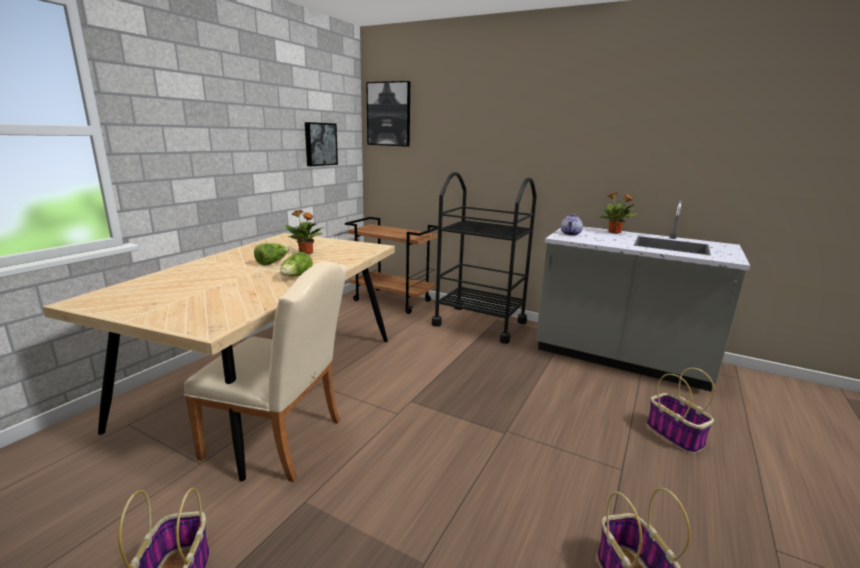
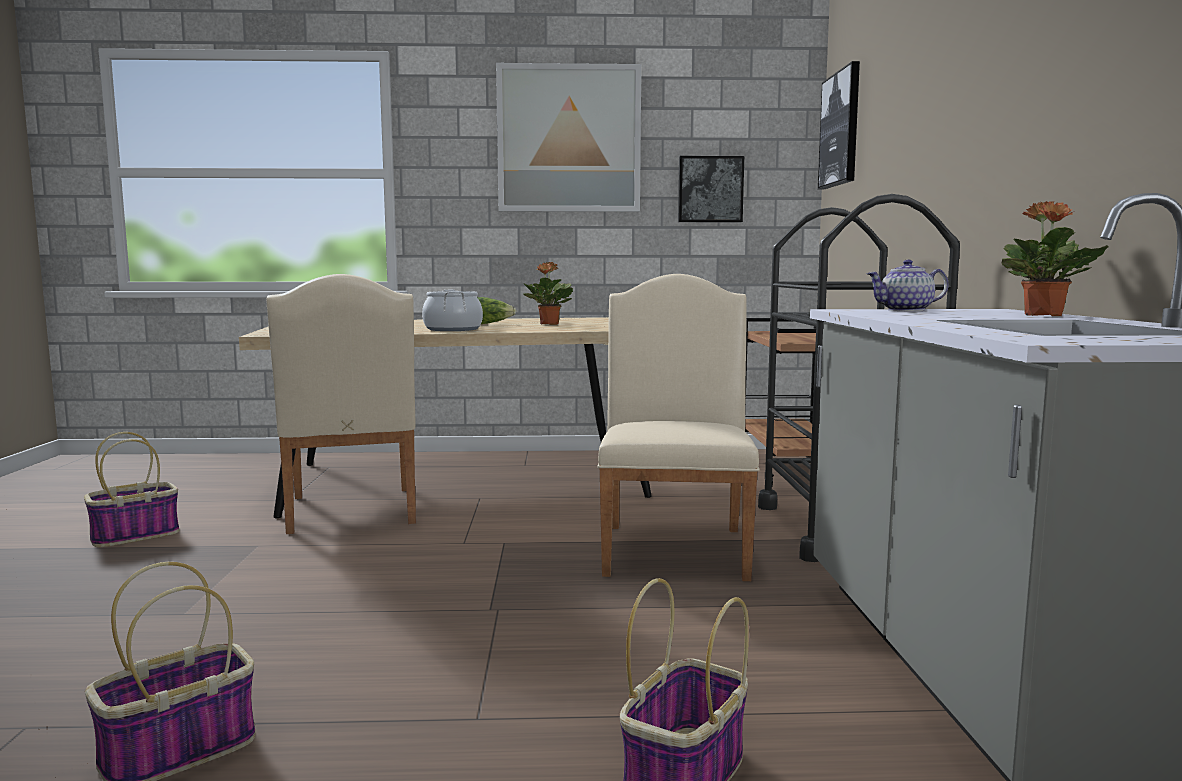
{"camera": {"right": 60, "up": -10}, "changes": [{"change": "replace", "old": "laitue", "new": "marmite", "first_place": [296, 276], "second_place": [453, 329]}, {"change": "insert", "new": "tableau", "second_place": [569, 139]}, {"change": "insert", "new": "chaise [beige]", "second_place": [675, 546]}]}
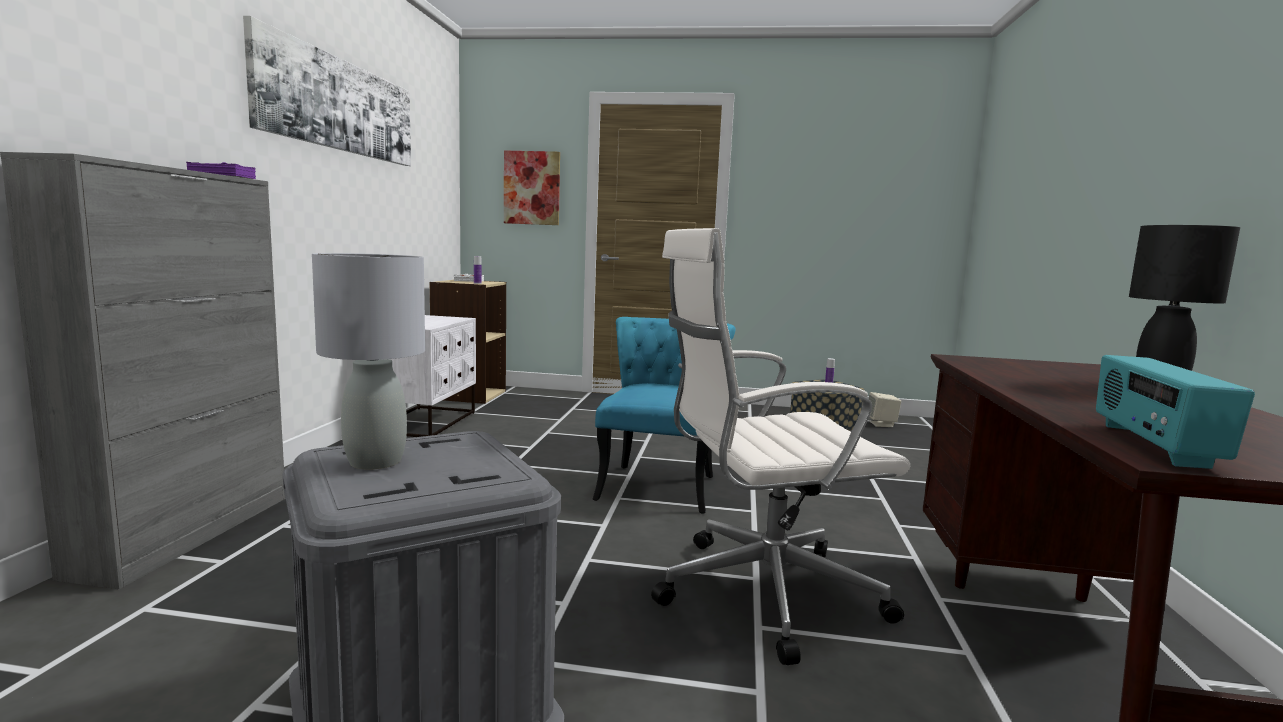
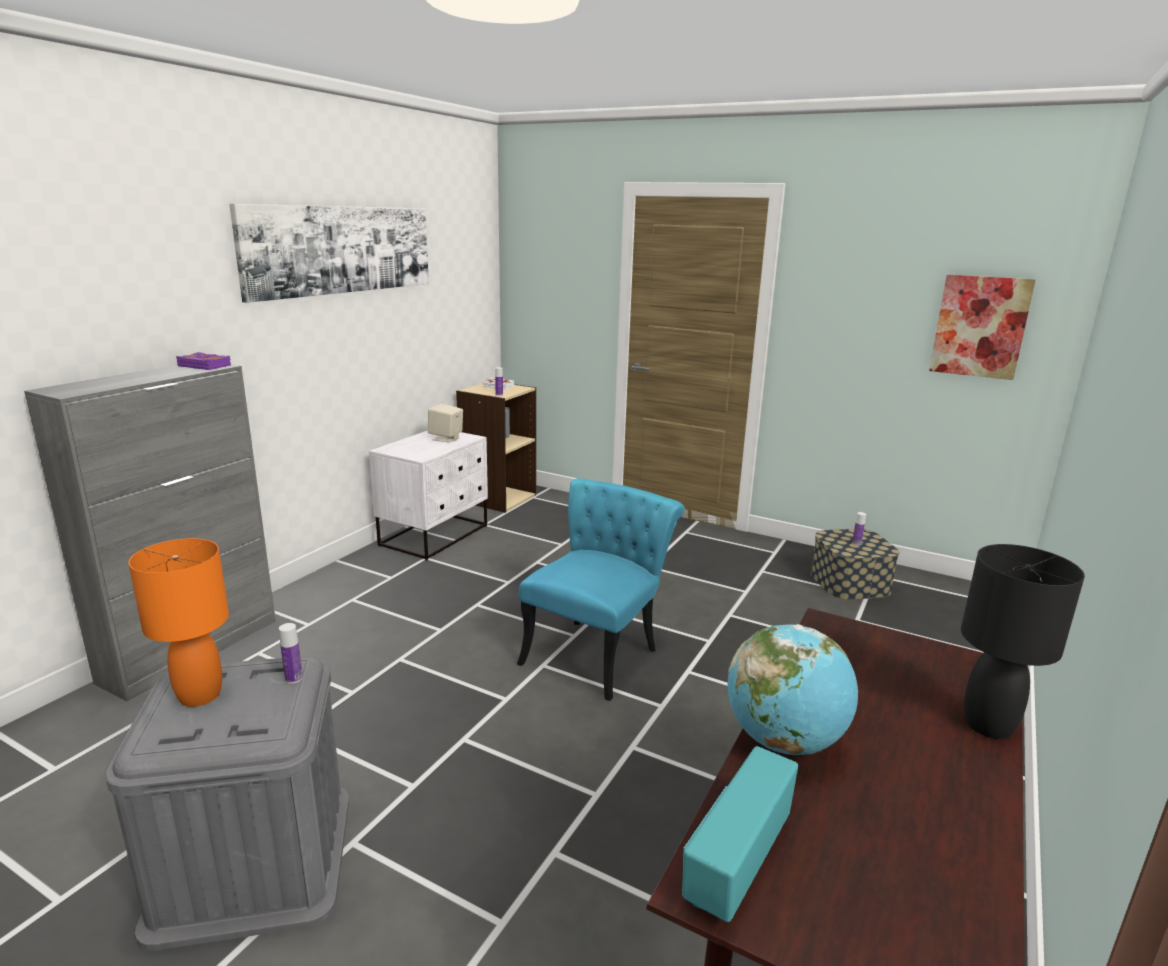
{"camera": {"right": 20, "up": 10}, "changes": [{"change": "move", "old": "tableau", "first_place": [532, 188], "second_place": [980, 326]}, {"change": "delete", "old": "chaise de bureau [blanc]", "first_place": [760, 592]}, {"change": "recolor", "old": "lampe de table [gris]", "new": "lampe de table [orange]", "first_place": [374, 462], "second_place": [199, 696]}, {"change": "move", "old": "enceinte [beige]", "first_place": [881, 424], "second_place": [446, 438]}, {"change": "insert", "new": "bouteille", "second_place": [293, 678]}, {"change": "insert", "new": "globe", "second_place": [784, 741]}]}
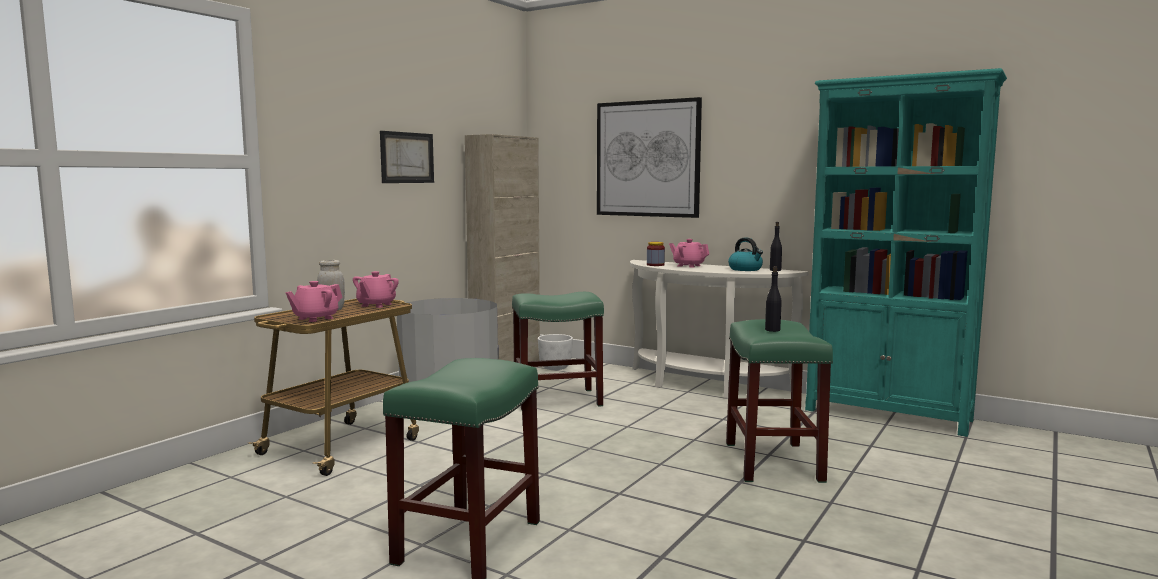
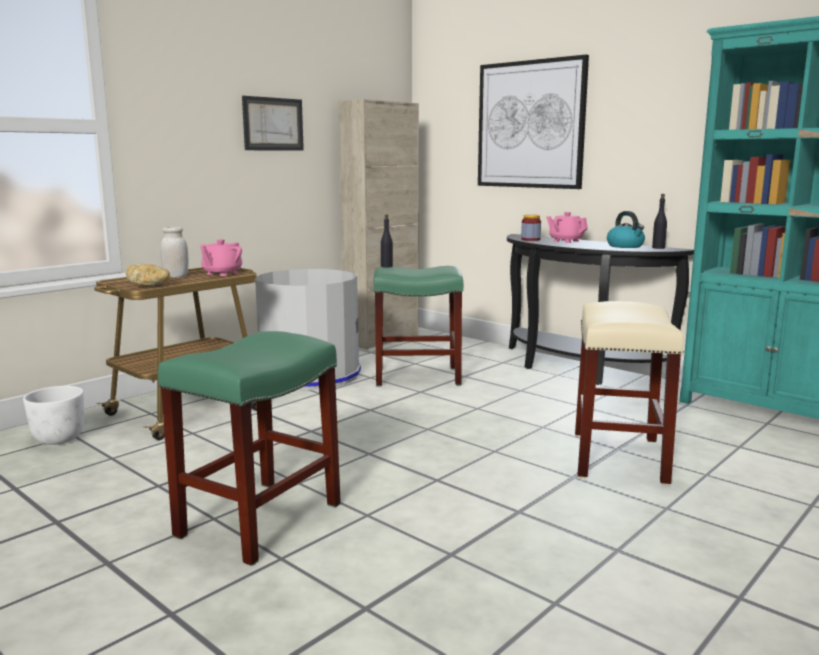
{"camera": {"right": 10, "up": 5}, "changes": [{"change": "recolor", "old": "table console [blanc]", "new": "table console [noir]", "first_place": [702, 386], "second_place": [575, 369]}, {"change": "move", "old": "bouteille [noir]", "first_place": [772, 330], "second_place": [386, 266]}, {"change": "replace", "old": "théière [rose]", "new": "pain", "first_place": [315, 318], "second_place": [149, 285]}, {"change": "recolor", "old": "tabouret [vert]", "new": "tabouret [beige]", "first_place": [774, 462], "second_place": [620, 458]}, {"change": "move", "old": "cache-pot [blanc]", "first_place": [555, 368], "second_place": [59, 439]}]}
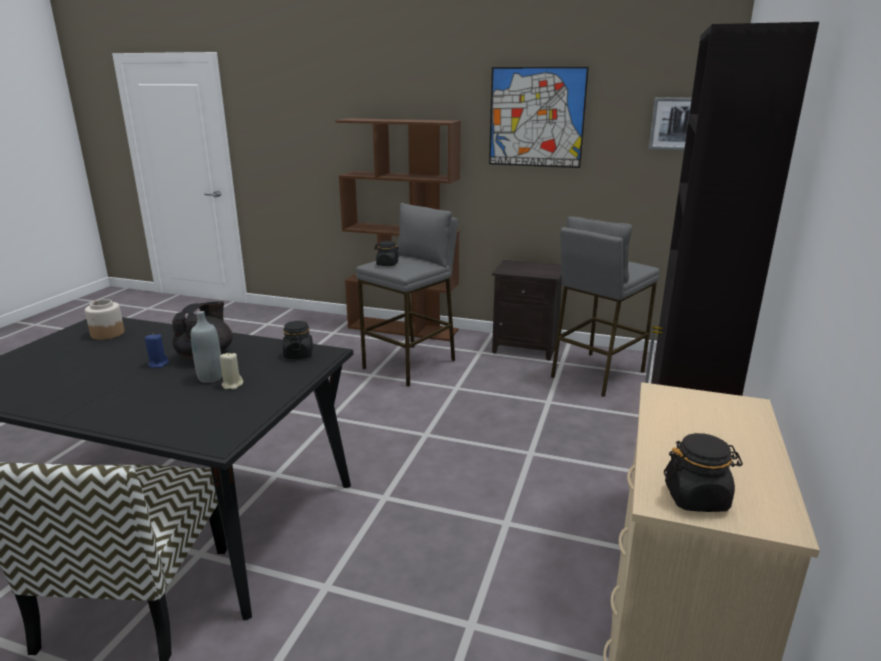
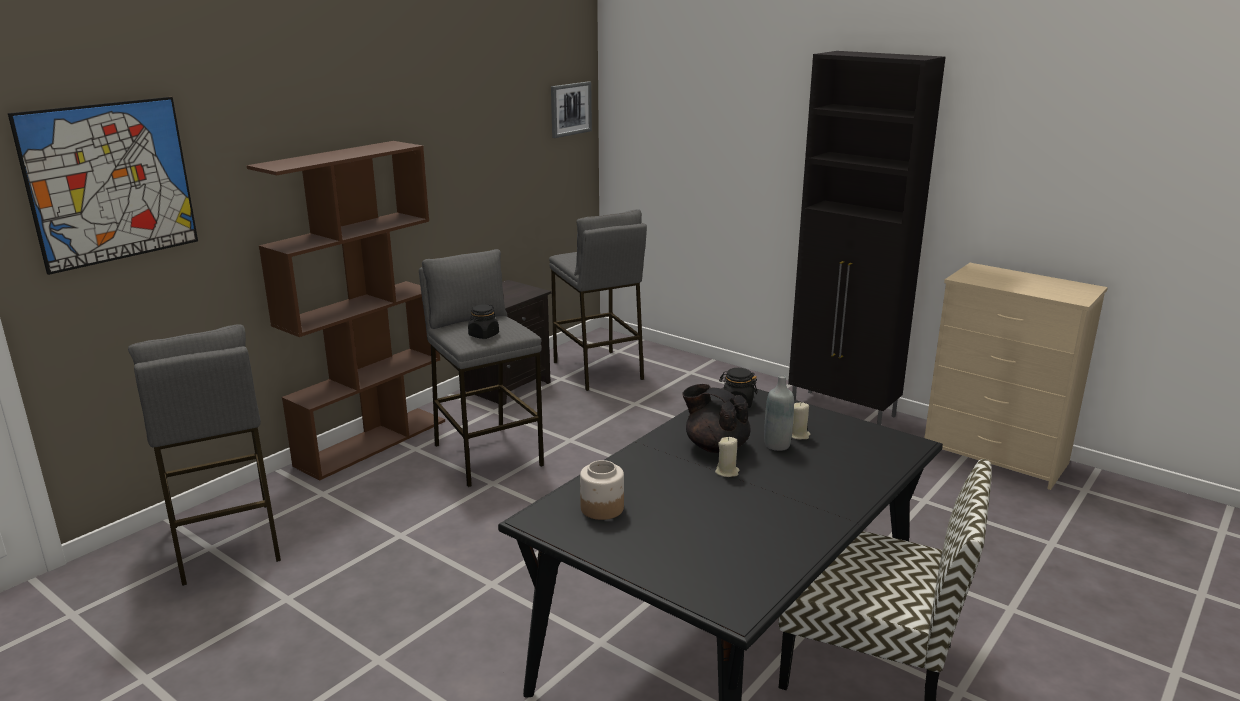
{"camera": {"right": -70, "up": 0}, "changes": [{"change": "move", "old": "tableau", "first_place": [536, 117], "second_place": [110, 182]}, {"change": "recolor", "old": "bougie [bleu]", "new": "bougie [beige]", "first_place": [158, 364], "second_place": [727, 472]}, {"change": "delete", "old": "bocal [noir]", "first_place": [696, 498]}, {"change": "insert", "new": "tabouret [gris]", "second_place": [225, 543]}]}
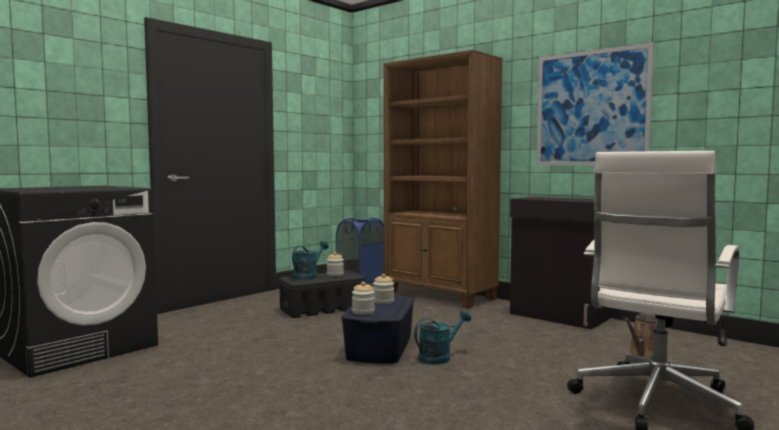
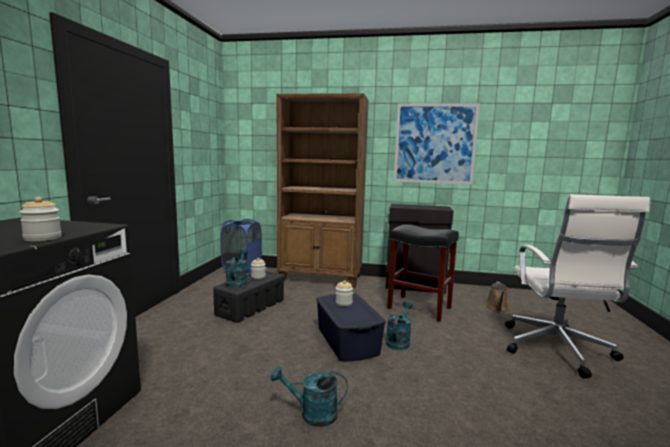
{"camera": {"right": -30, "up": 5}, "changes": [{"change": "move", "old": "bocal", "first_place": [363, 312], "second_place": [42, 238]}, {"change": "insert", "new": "tabouret [noir]", "second_place": [420, 308]}, {"change": "insert", "new": "arrosoir [turquoise]", "second_place": [312, 414]}]}
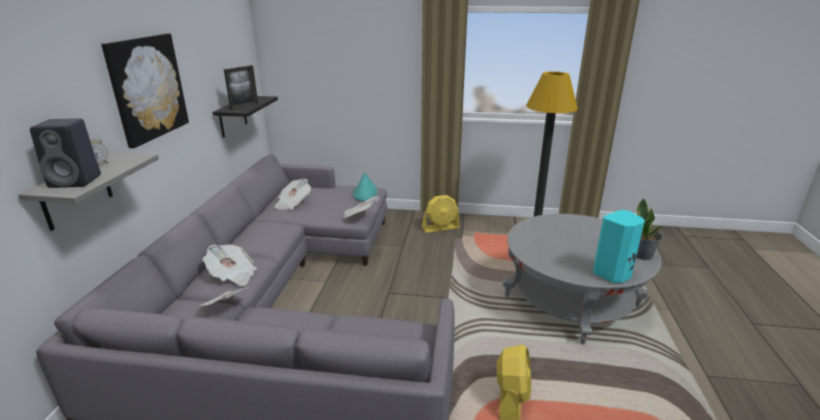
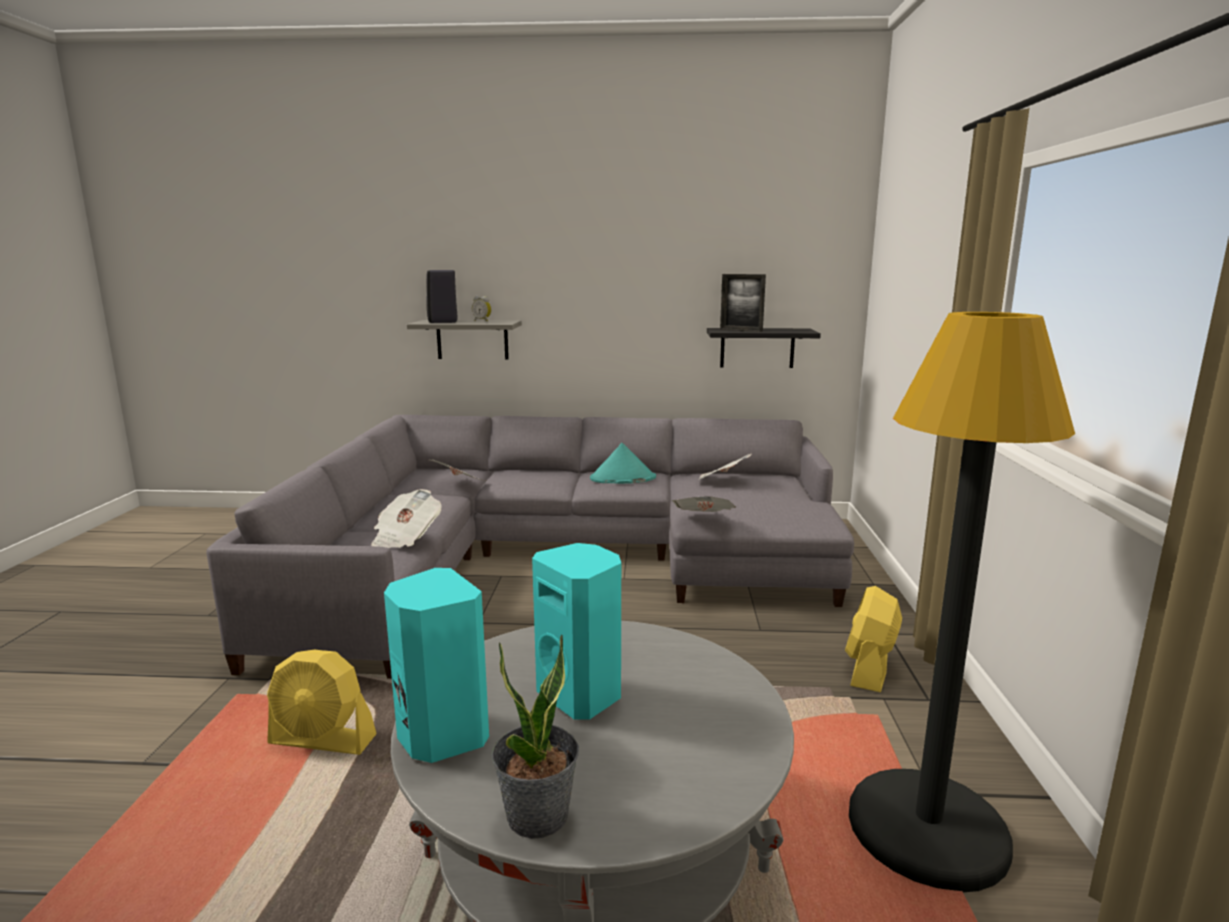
{"camera": {"right": 85, "up": -10}, "changes": [{"change": "delete", "old": "tableau", "first_place": [147, 88]}, {"change": "move", "old": "chapeau [turquoise]", "first_place": [365, 193], "second_place": [622, 478]}, {"change": "rotate", "old": "ventilateur [jaune]", "first_place": [440, 228], "second_place": [869, 669], "degrees": 45}, {"change": "move", "old": "journal", "first_place": [232, 275], "second_place": [405, 538]}, {"change": "insert", "new": "enceinte [turquoise]", "second_place": [582, 695]}]}
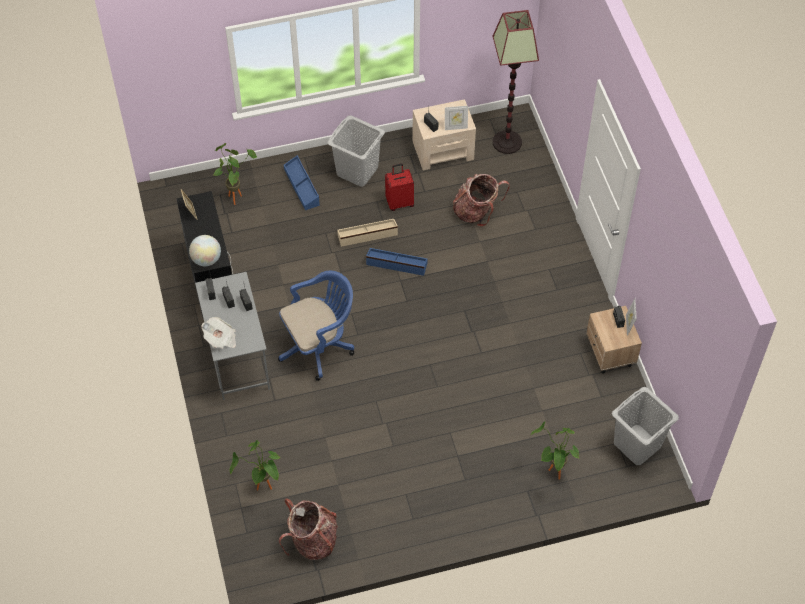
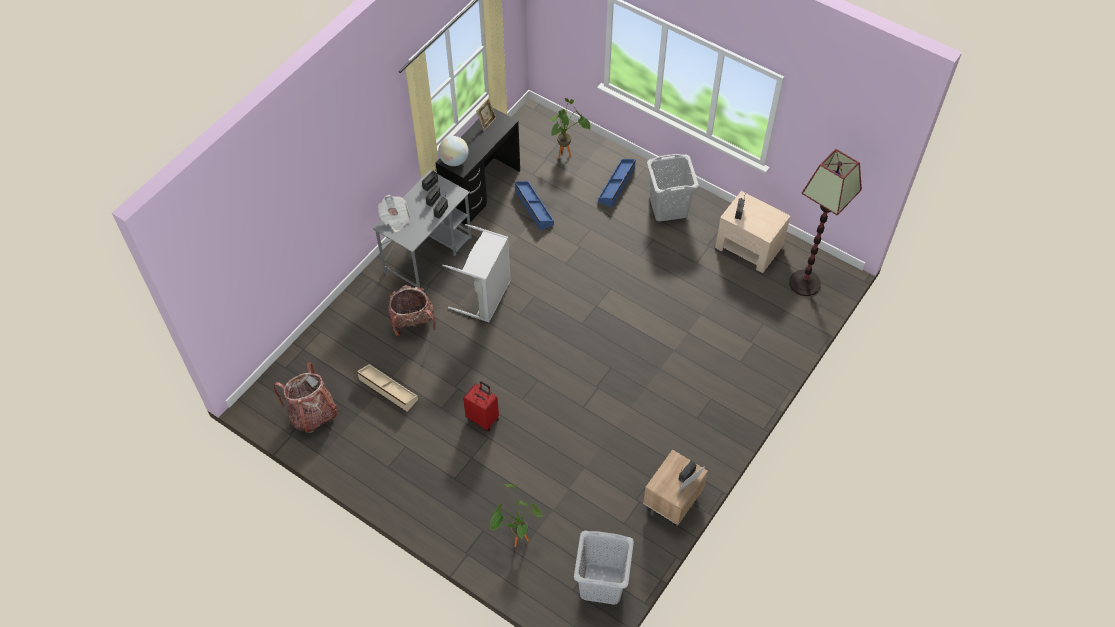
{"camera": {"right": 50, "up": 0}, "changes": [{"change": "delete", "old": "cadre photo", "first_place": [455, 127]}, {"change": "move", "old": "valise [rouge]", "first_place": [399, 202], "second_place": [483, 418]}, {"change": "move", "old": "sac à dos", "first_place": [477, 211], "second_place": [412, 322]}, {"change": "move", "old": "boîte de rangement [beige]", "first_place": [367, 235], "second_place": [387, 390]}, {"change": "move", "old": "boîte de rangement [bleu]", "first_place": [396, 264], "second_place": [533, 208]}, {"change": "replace", "old": "chaise de bureau [bleu]", "new": "panier à linge [gris]", "first_place": [319, 345], "second_place": [486, 297]}, {"change": "delete", "old": "plante en pot", "first_place": [263, 489]}]}
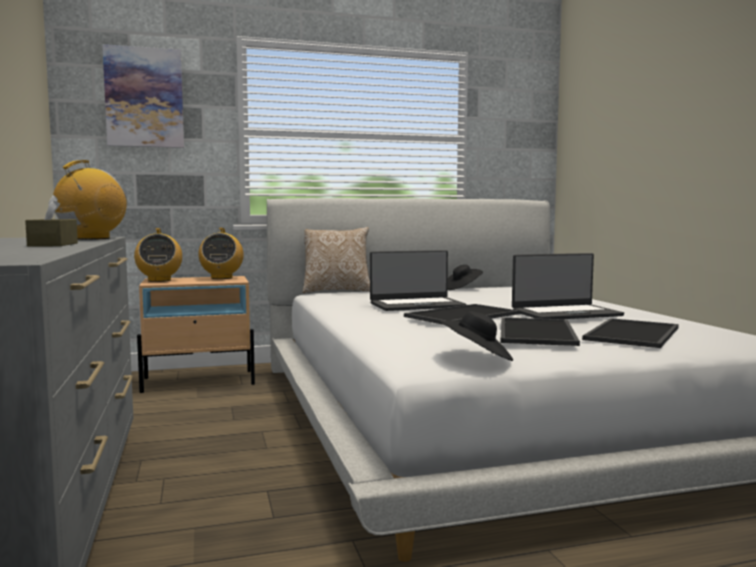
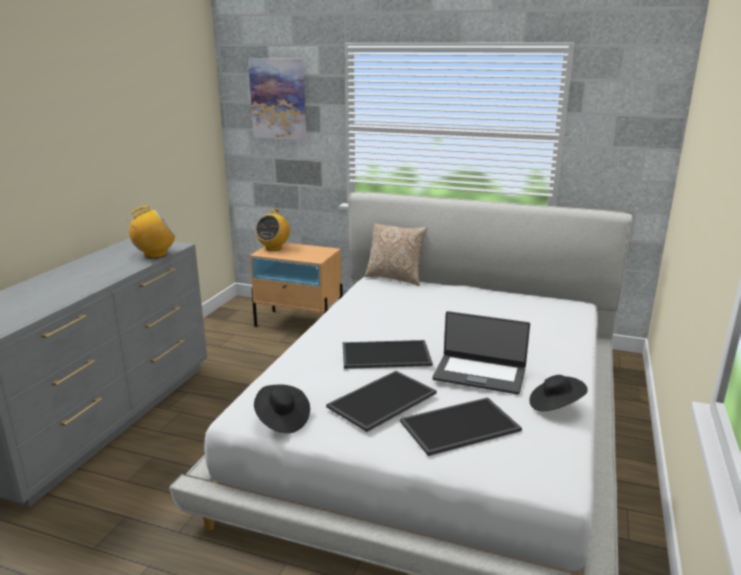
{"camera": {"right": 35, "up": 15}, "changes": [{"change": "delete", "old": "boîte à mouchoirs [marron]", "first_place": [53, 244]}, {"change": "delete", "old": "radio", "first_place": [221, 278]}, {"change": "delete", "old": "ordinateur portable", "first_place": [416, 305]}, {"change": "move", "old": "chapeau [noir]", "first_place": [462, 288], "second_place": [555, 405]}]}
